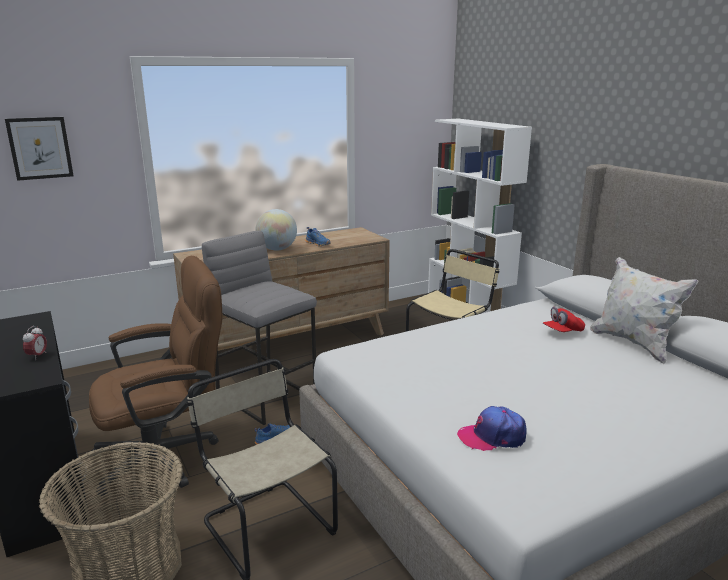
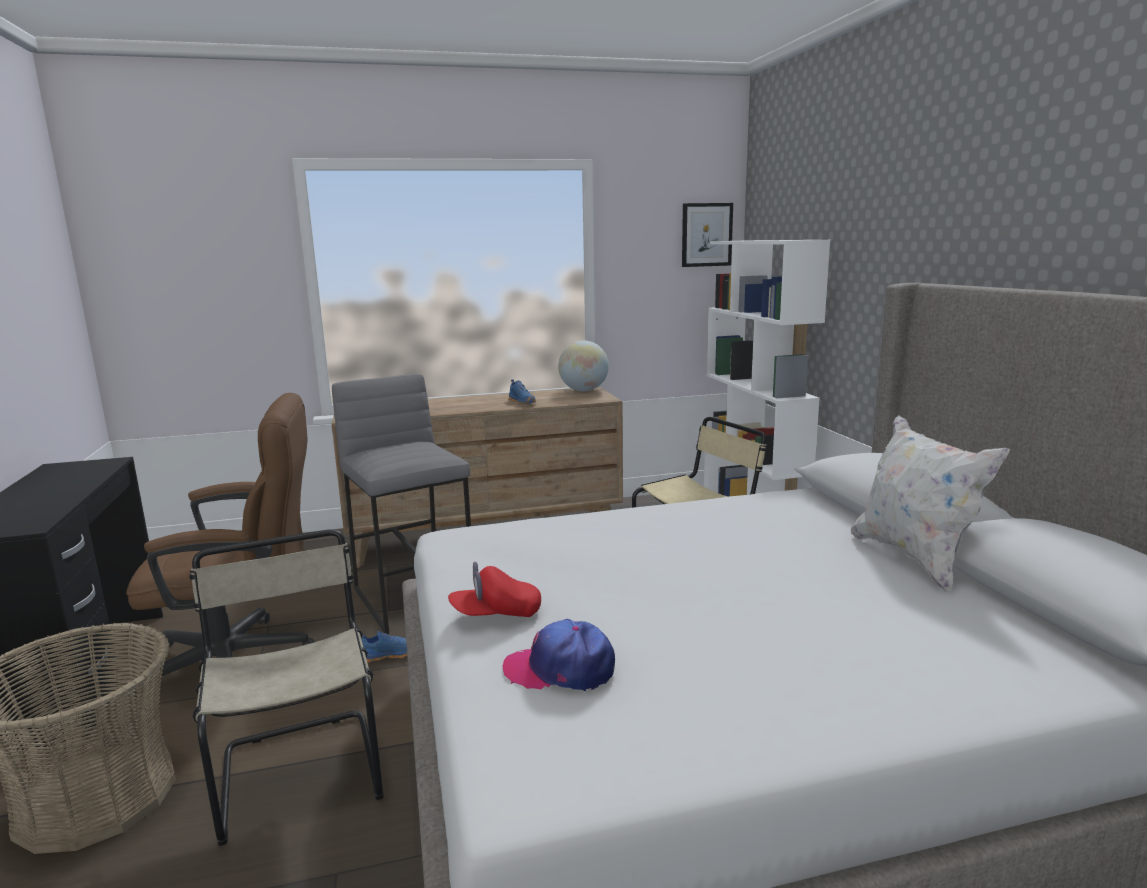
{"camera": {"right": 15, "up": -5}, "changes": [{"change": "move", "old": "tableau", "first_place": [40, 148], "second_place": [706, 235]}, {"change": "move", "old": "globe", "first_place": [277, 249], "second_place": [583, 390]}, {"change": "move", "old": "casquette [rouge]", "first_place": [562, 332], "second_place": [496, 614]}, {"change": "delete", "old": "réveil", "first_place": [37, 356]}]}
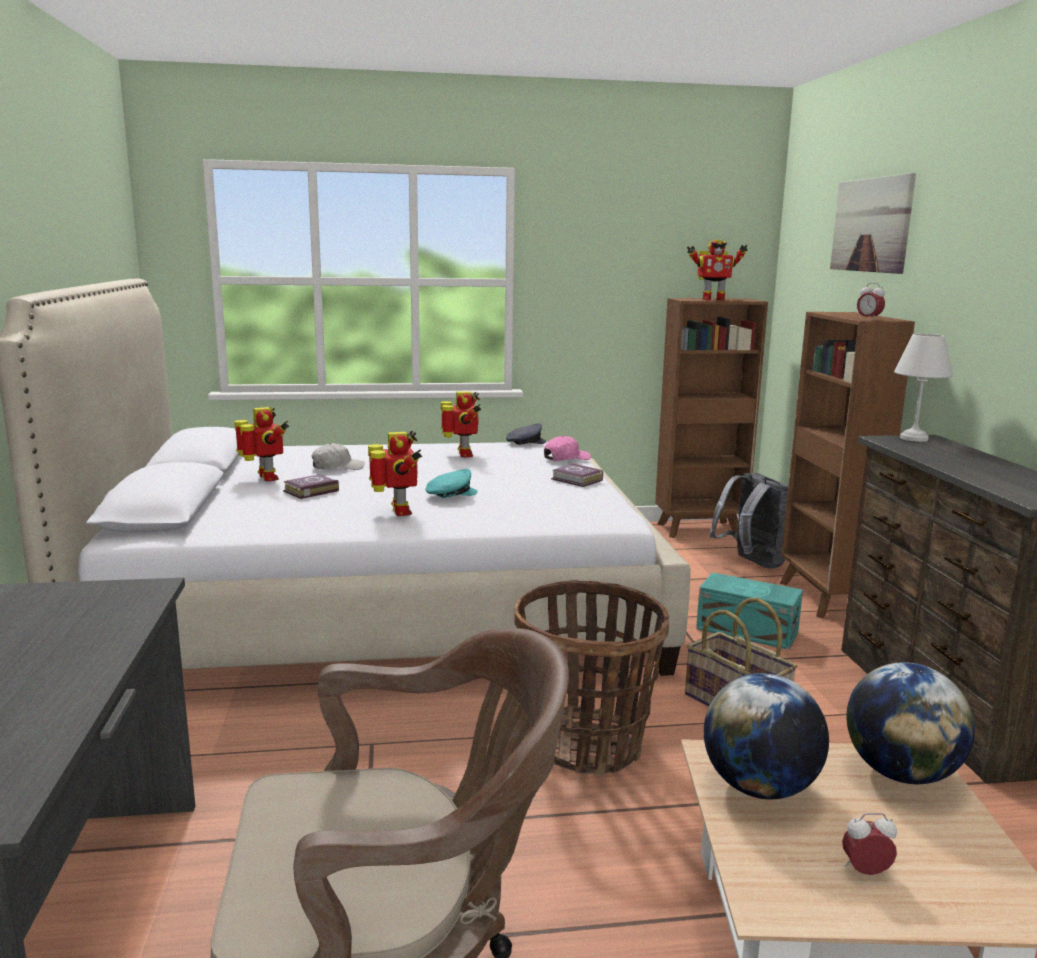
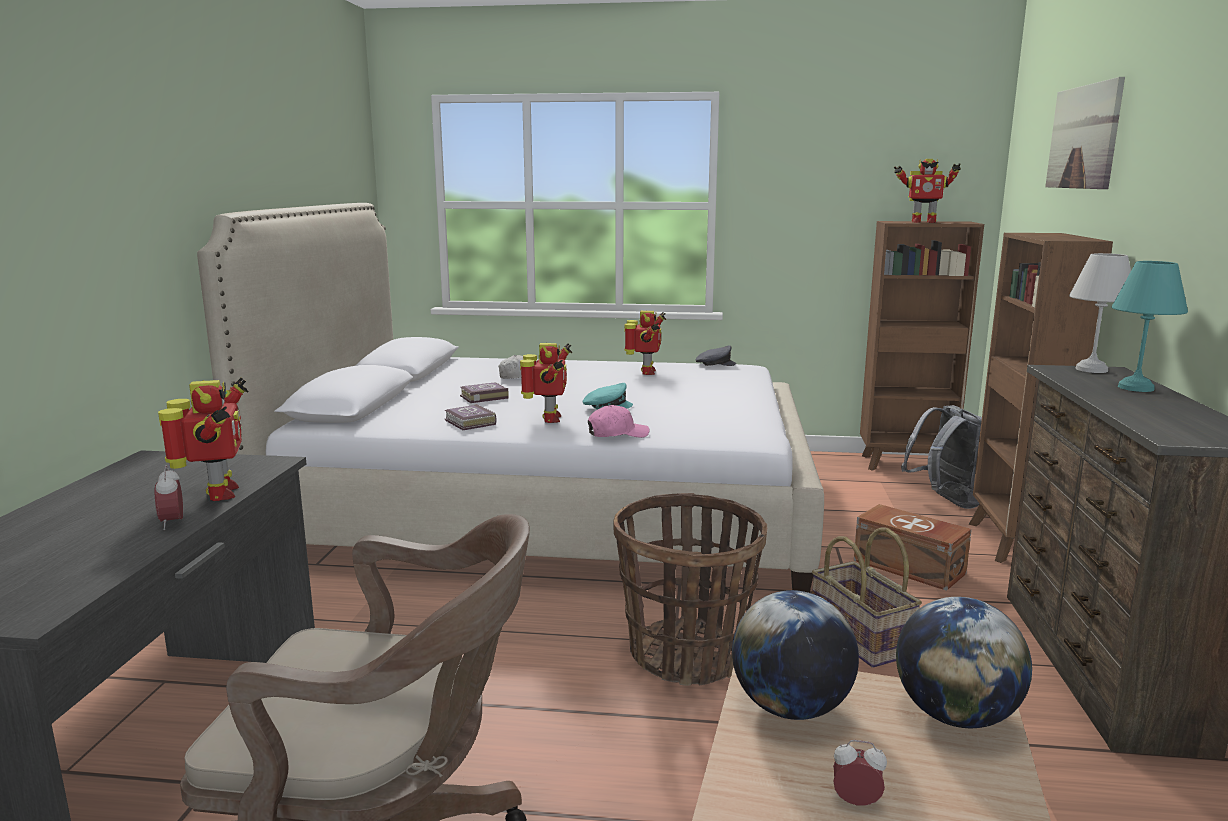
{"camera": {"right": 15, "up": 0}, "changes": [{"change": "move", "old": "réveil", "first_place": [868, 319], "second_place": [172, 523]}, {"change": "move", "old": "robot jouet", "first_place": [266, 478], "second_place": [218, 494]}, {"change": "move", "old": "casquette [rose]", "first_place": [566, 458], "second_place": [617, 434]}, {"change": "move", "old": "livre", "first_place": [577, 480], "second_place": [469, 422]}, {"change": "recolor", "old": "boîte de rangement [turquoise]", "new": "boîte de rangement [marron]", "first_place": [748, 631], "second_place": [909, 568]}, {"change": "insert", "new": "lampe de table [turquoise]", "second_place": [1136, 388]}]}
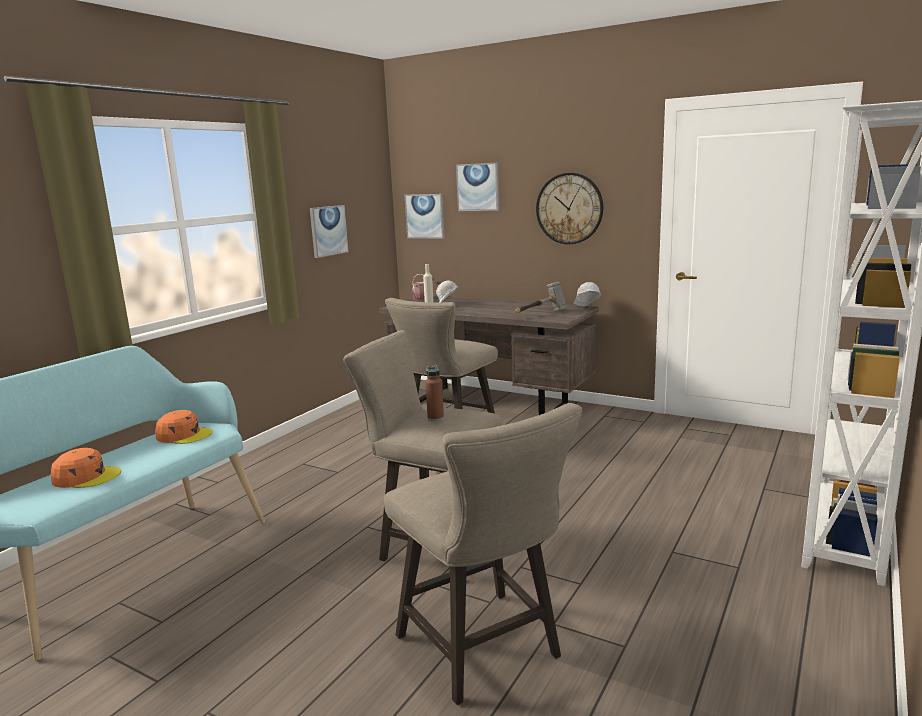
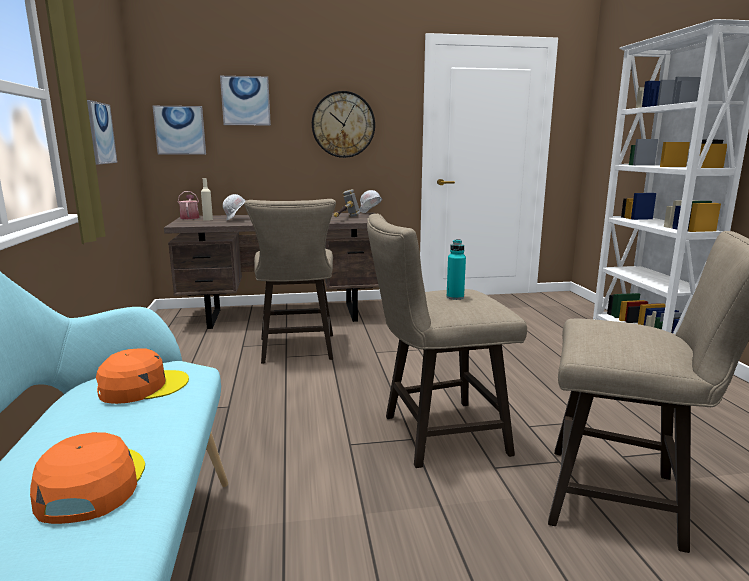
{"camera": {"right": -40, "up": 0}, "changes": [{"change": "recolor", "old": "bouteille [marron]", "new": "bouteille [turquoise]", "first_place": [435, 418], "second_place": [455, 297]}, {"change": "rotate", "old": "casquette [orange]", "first_place": [86, 477], "second_place": [91, 485], "degrees": -60}]}
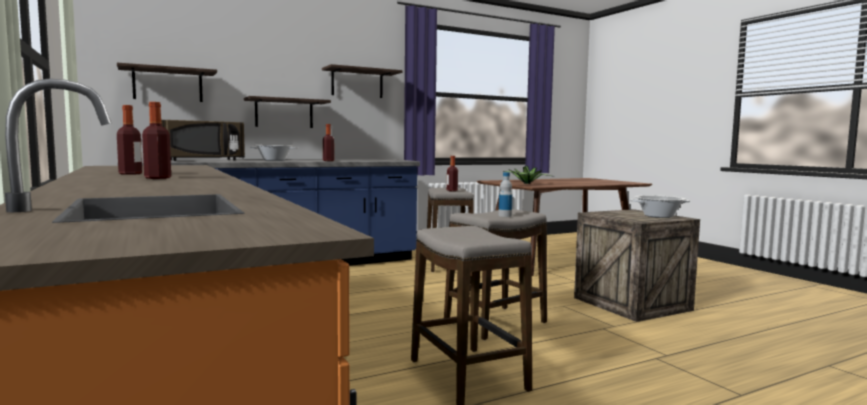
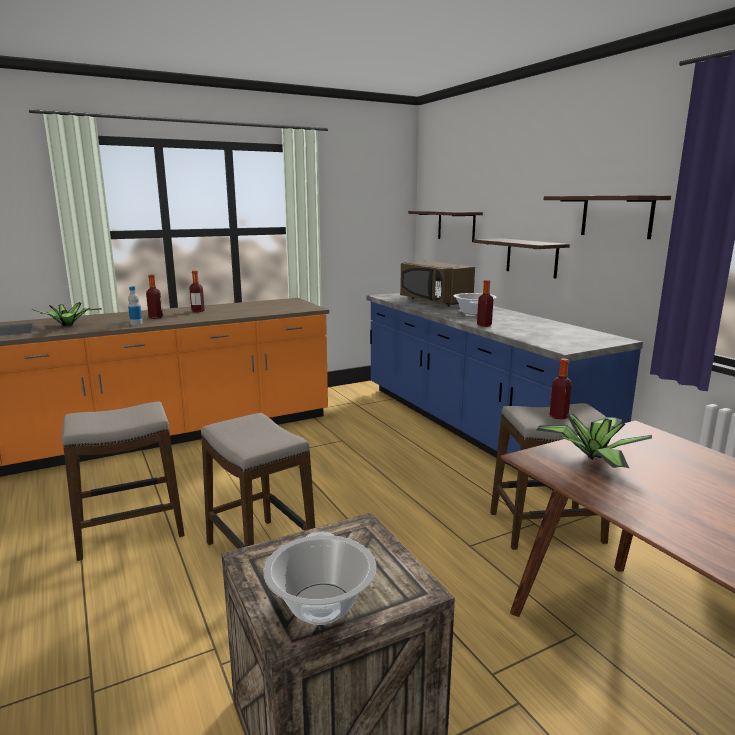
{"camera": {"right": 90, "up": 10}, "changes": [{"change": "move", "old": "bouteille", "first_place": [505, 215], "second_place": [136, 324]}, {"change": "insert", "new": "plante en pot", "second_place": [69, 325]}]}
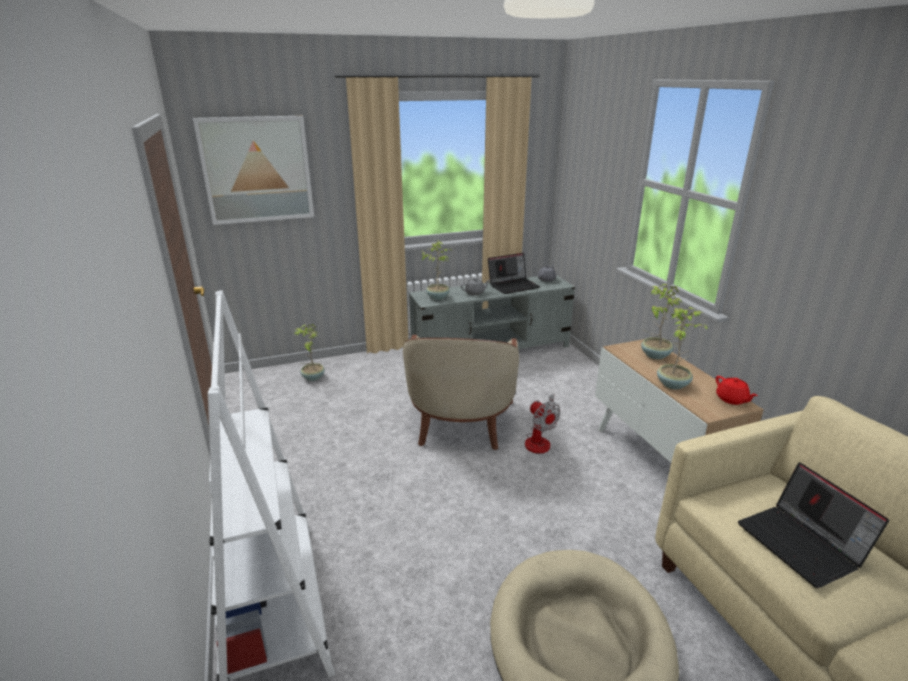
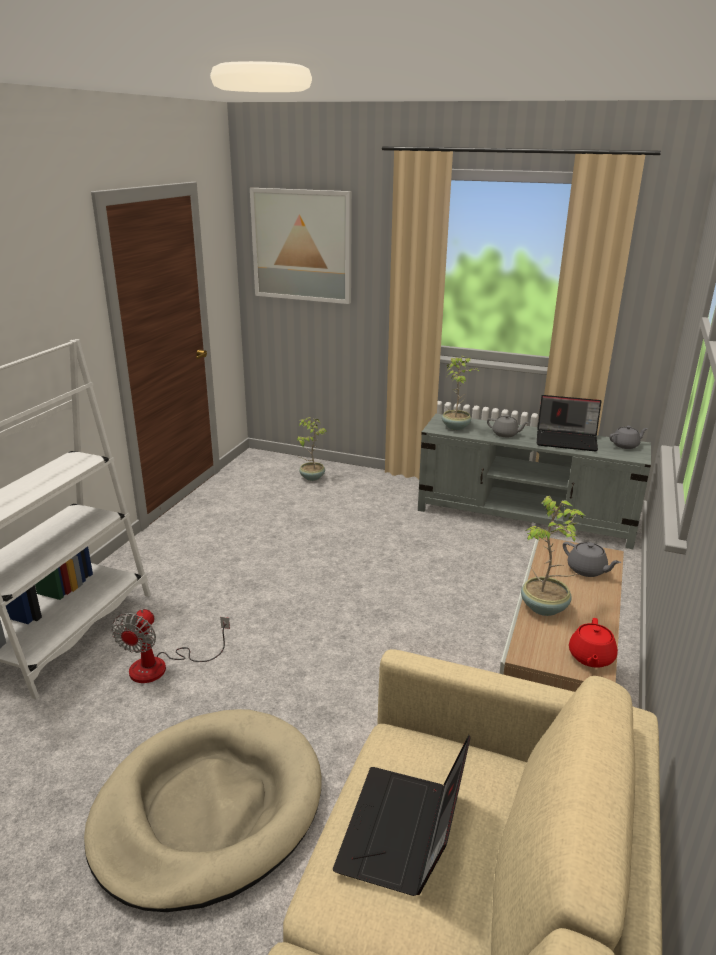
{"camera": {"right": 40, "up": 0}, "changes": [{"change": "replace", "old": "plante en pot", "new": "théière [gris]", "first_place": [654, 355], "second_place": [587, 570]}, {"change": "delete", "old": "fauteuil [beige]", "first_place": [460, 422]}, {"change": "move", "old": "ventilateur", "first_place": [540, 440], "second_place": [162, 666]}]}
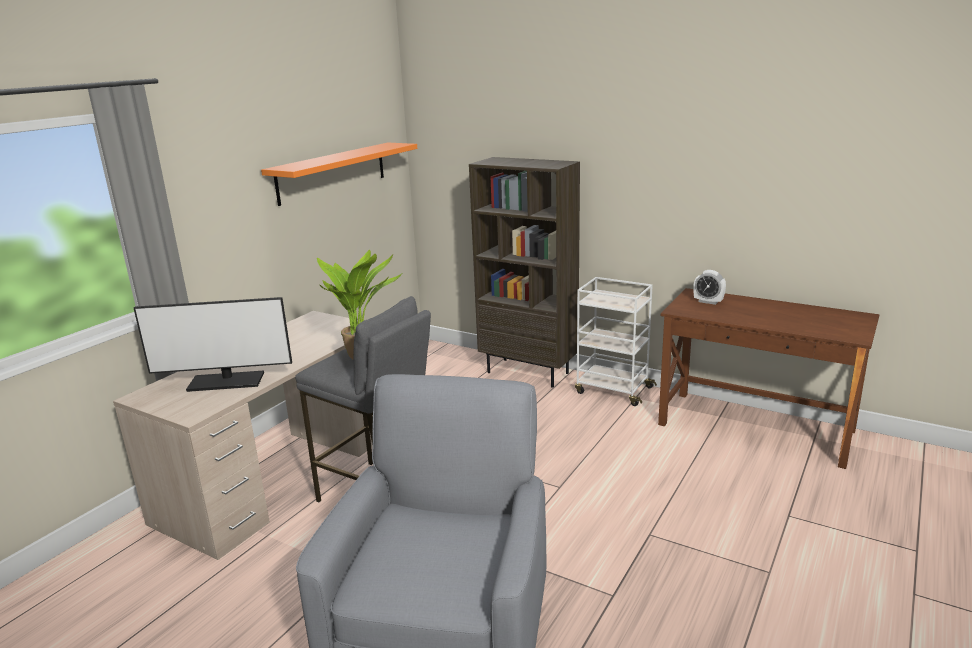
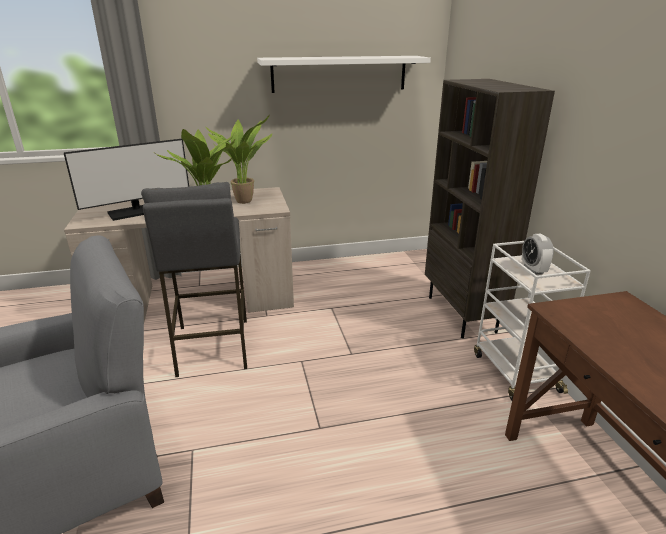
{"camera": {"right": 45, "up": 5}, "changes": [{"change": "recolor", "old": "étagère [orange]", "new": "étagère [blanc]", "first_place": [332, 172], "second_place": [339, 74]}, {"change": "move", "old": "réveil", "first_place": [708, 302], "second_place": [533, 269]}, {"change": "rotate", "old": "écran d'ordinateur", "first_place": [226, 382], "second_place": [138, 211], "degrees": -75}, {"change": "insert", "new": "plante en pot", "second_place": [246, 201]}]}
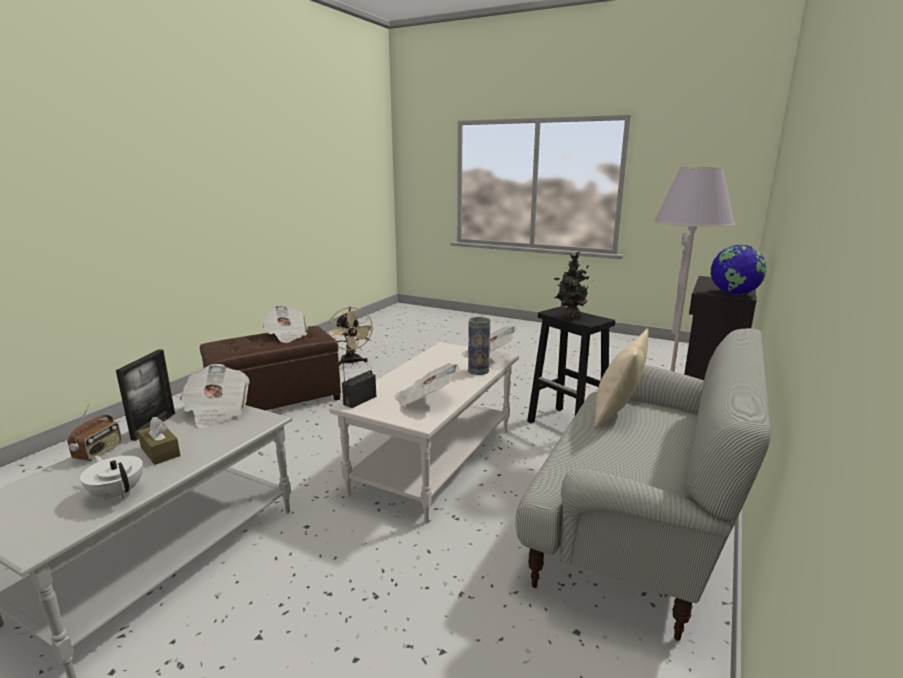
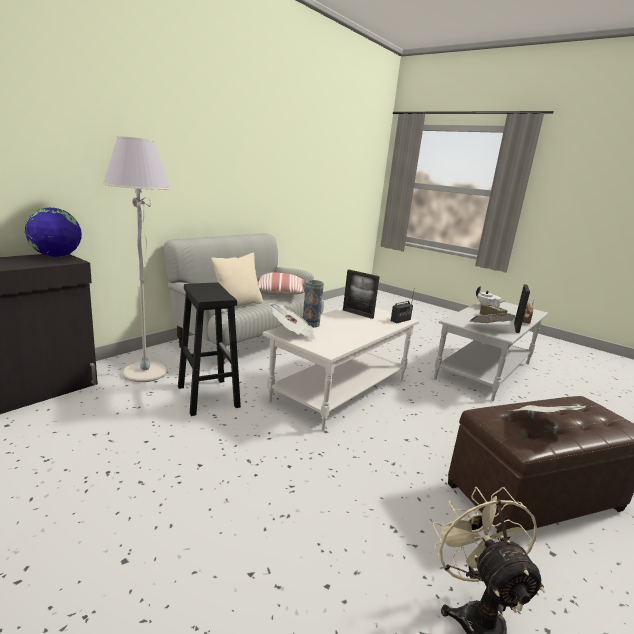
{"camera": {"right": -170, "up": 0}, "changes": [{"change": "delete", "old": "plante en pot", "first_place": [569, 317]}, {"change": "replace", "old": "journal", "new": "cadre photo", "first_place": [425, 400], "second_place": [358, 314]}, {"change": "insert", "new": "coussin", "second_place": [281, 293]}]}
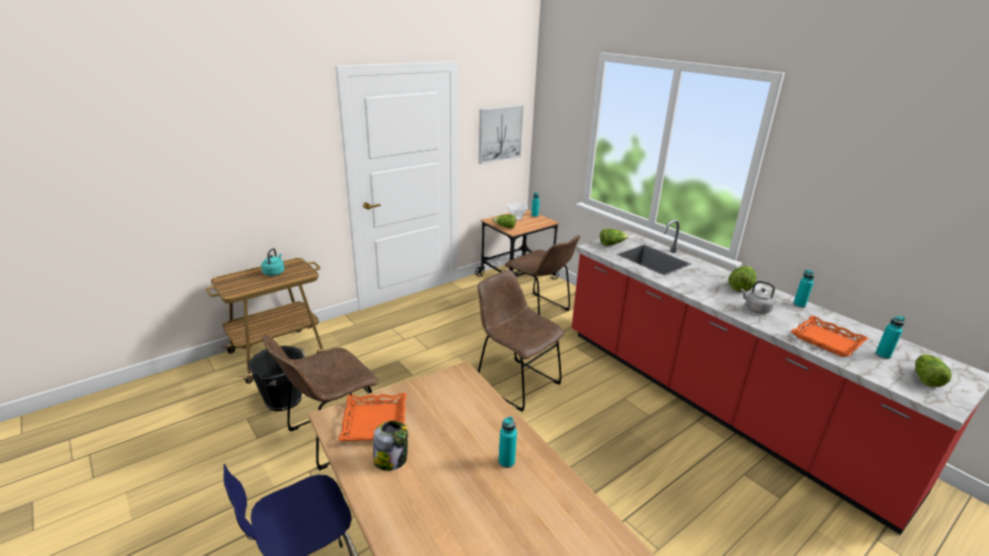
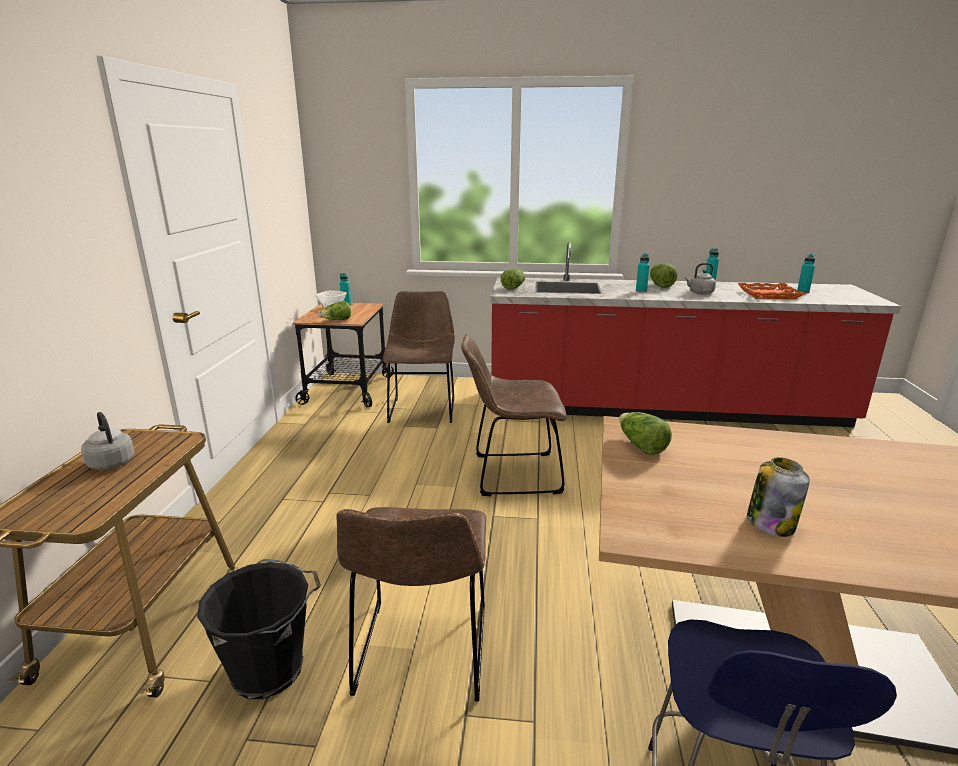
{"camera": {"right": -45, "up": -5}, "changes": [{"change": "delete", "old": "tableau", "first_place": [499, 133]}, {"change": "rotate", "old": "chaise [marron]", "first_place": [538, 311], "second_place": [423, 408], "degrees": -90}, {"change": "recolor", "old": "bouilloire [turquoise]", "new": "bouilloire [gris]", "first_place": [274, 272], "second_place": [111, 462]}, {"change": "move", "old": "laitue", "first_place": [925, 378], "second_place": [641, 445]}, {"change": "delete", "old": "plateau [orange]", "first_place": [374, 422]}, {"change": "move", "old": "bouteille [turquoise]", "first_place": [506, 462], "second_place": [641, 291]}]}
